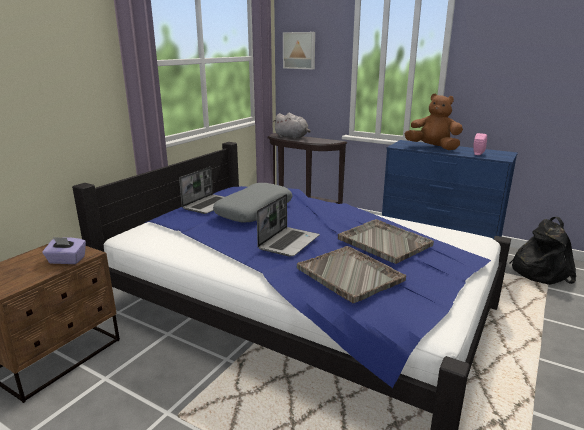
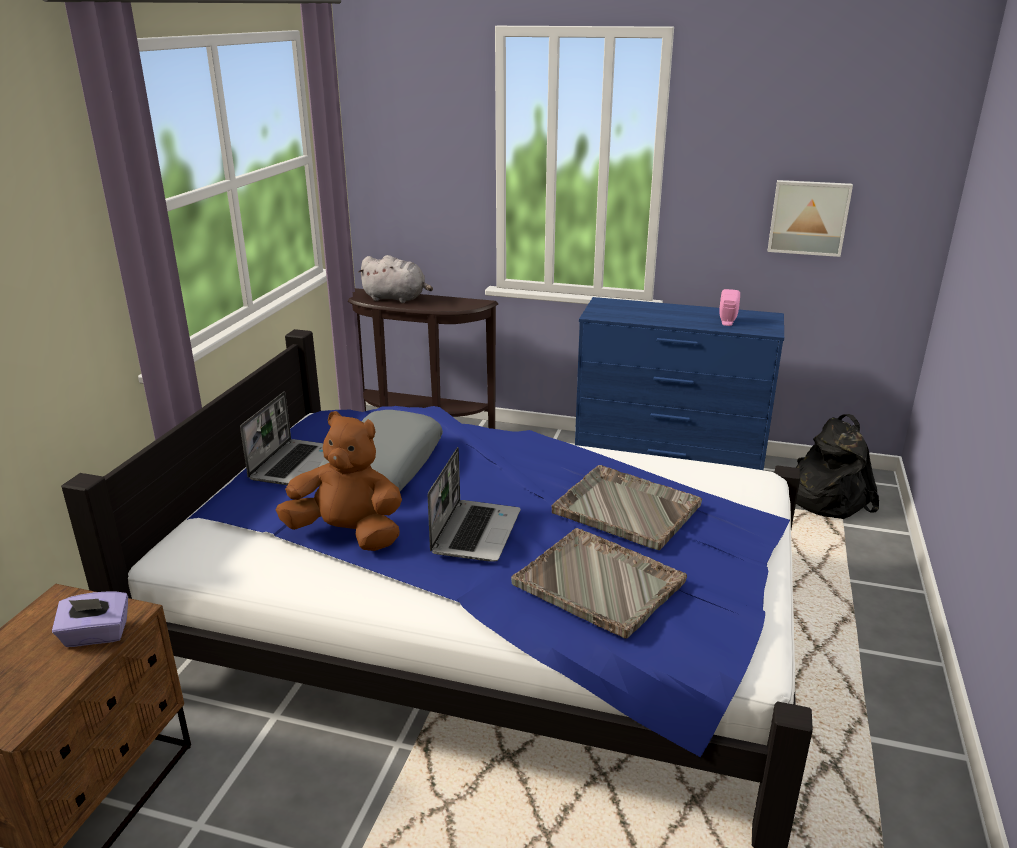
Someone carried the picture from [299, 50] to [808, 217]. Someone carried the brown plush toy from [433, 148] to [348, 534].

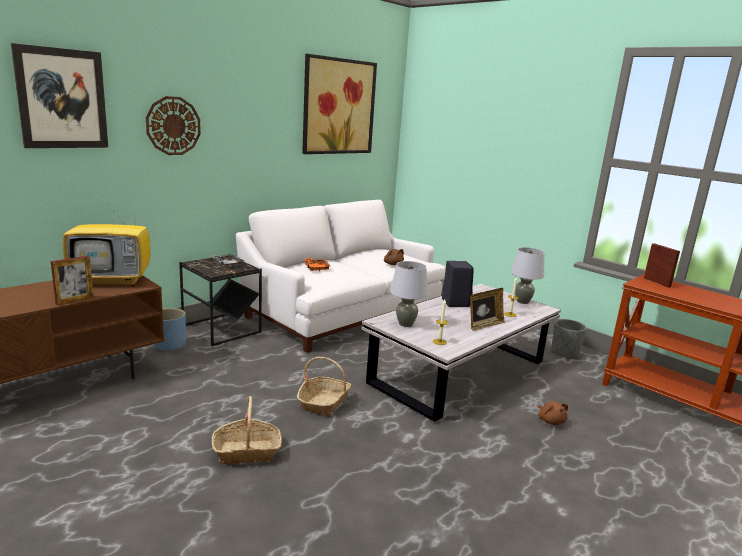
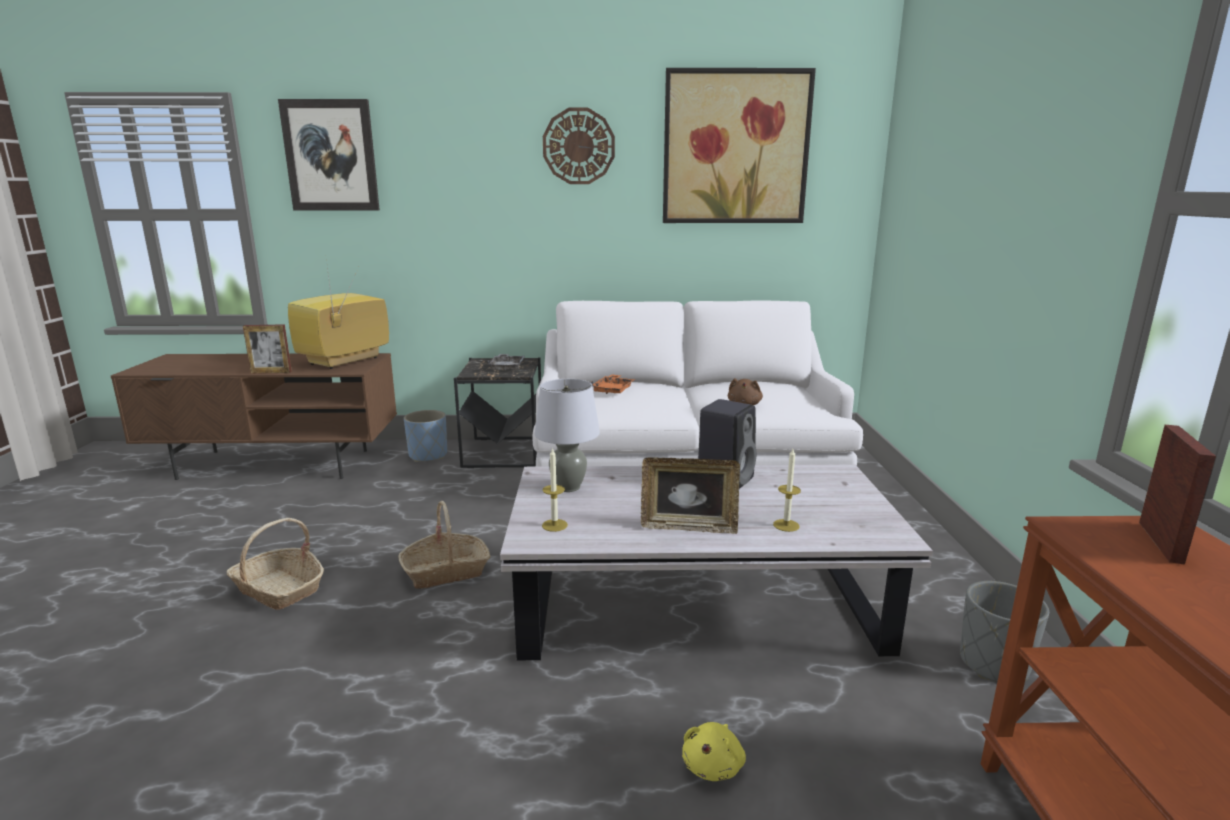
Someone rotated the television at [113, 280] by 90 degrees clockwise. Someone carried the wall clock from [173, 126] to [578, 146]. Someone took away the grey table lamp at [522, 302]. Someone repainted the brown plush toy at [550, 421], which became the yellow plush toy at [713, 765].

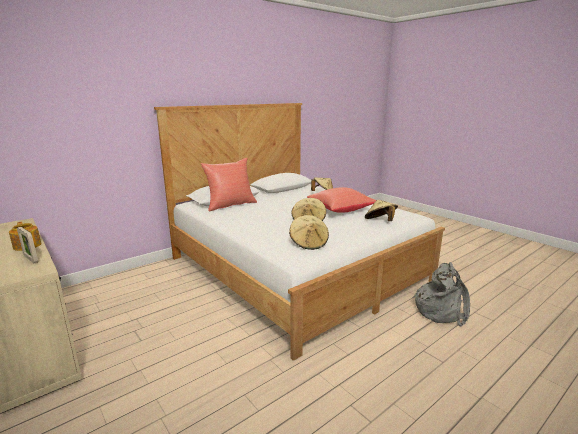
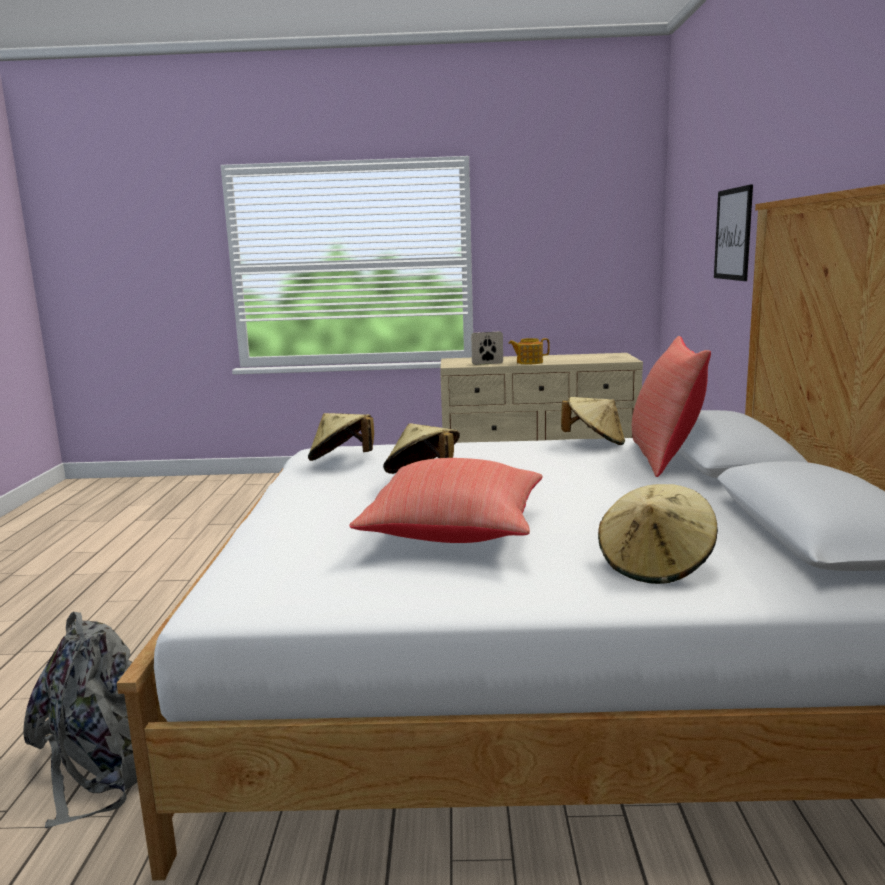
Someone carried the beige hat from [380, 222] to [595, 442]. Someone put up the picture at [733, 234].

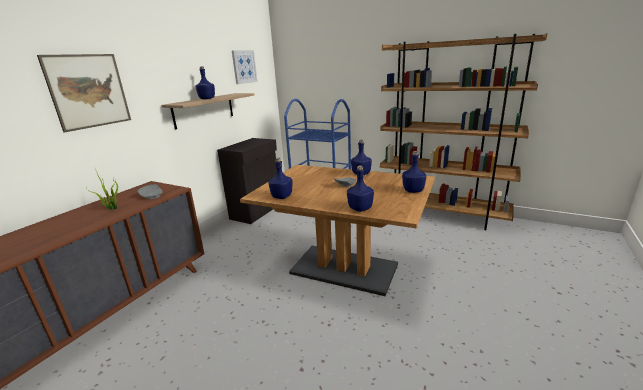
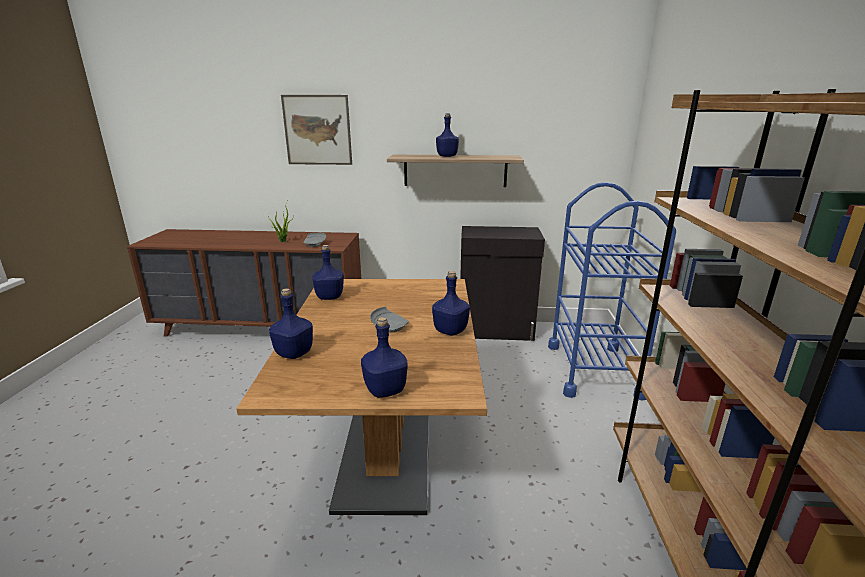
Someone took away the picture at [244, 67].

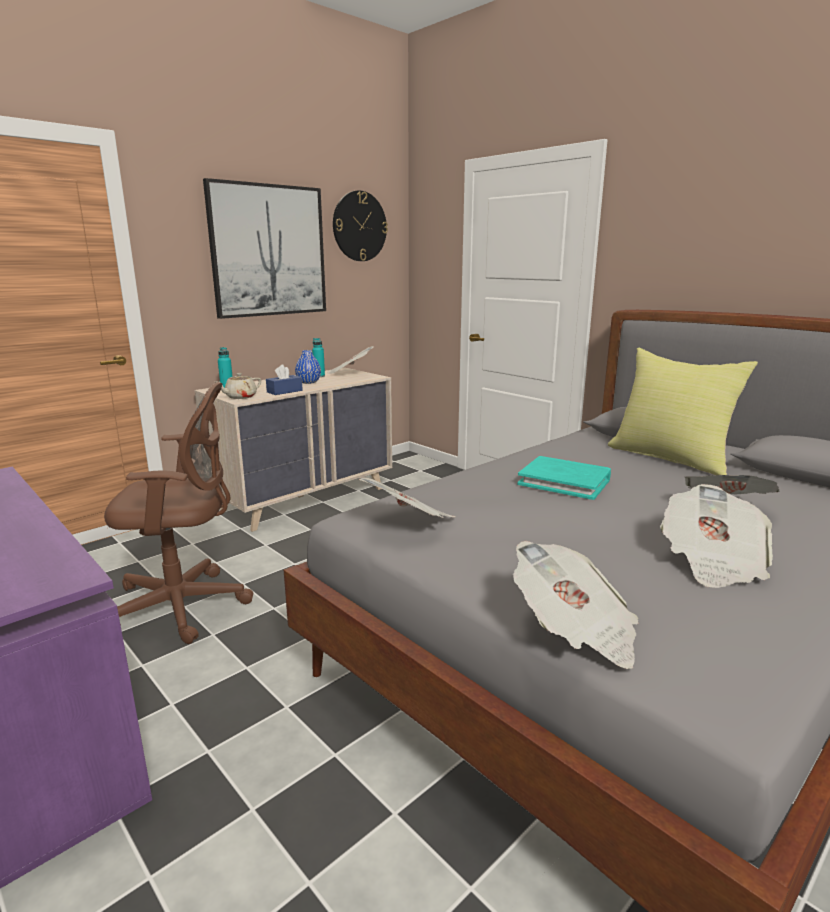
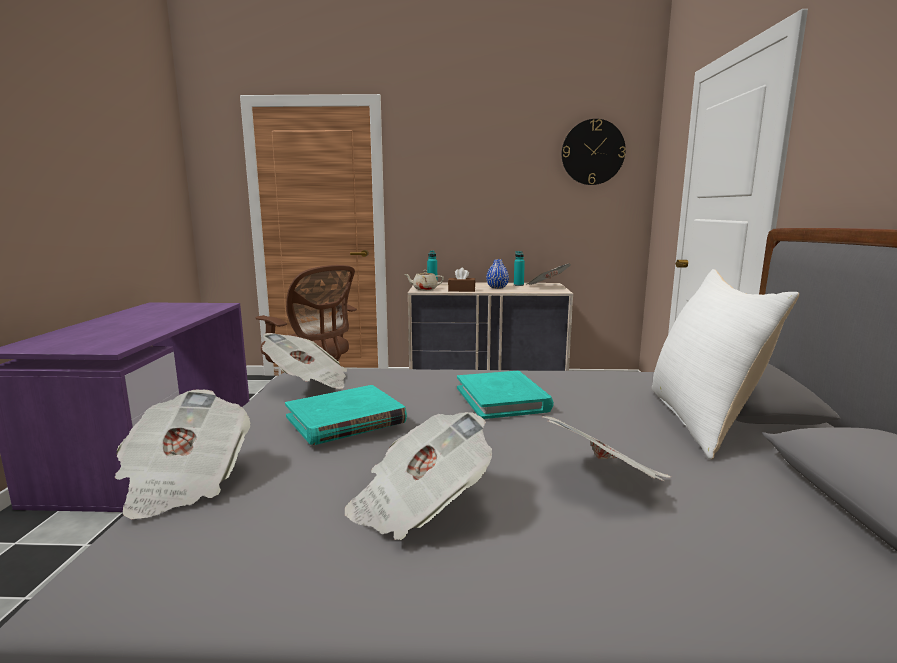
Someone took away the picture at [268, 251]. Someone repainted the blue tissue box at [284, 391], which became the brown tissue box at [461, 290]. Someone repainted the yellow pillow at [670, 458], which became the white pillow at [702, 421]. Someone put down the turquoise book at [345, 419].

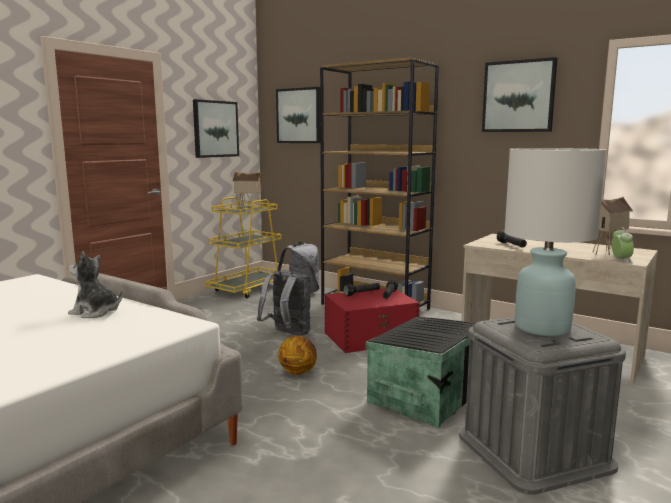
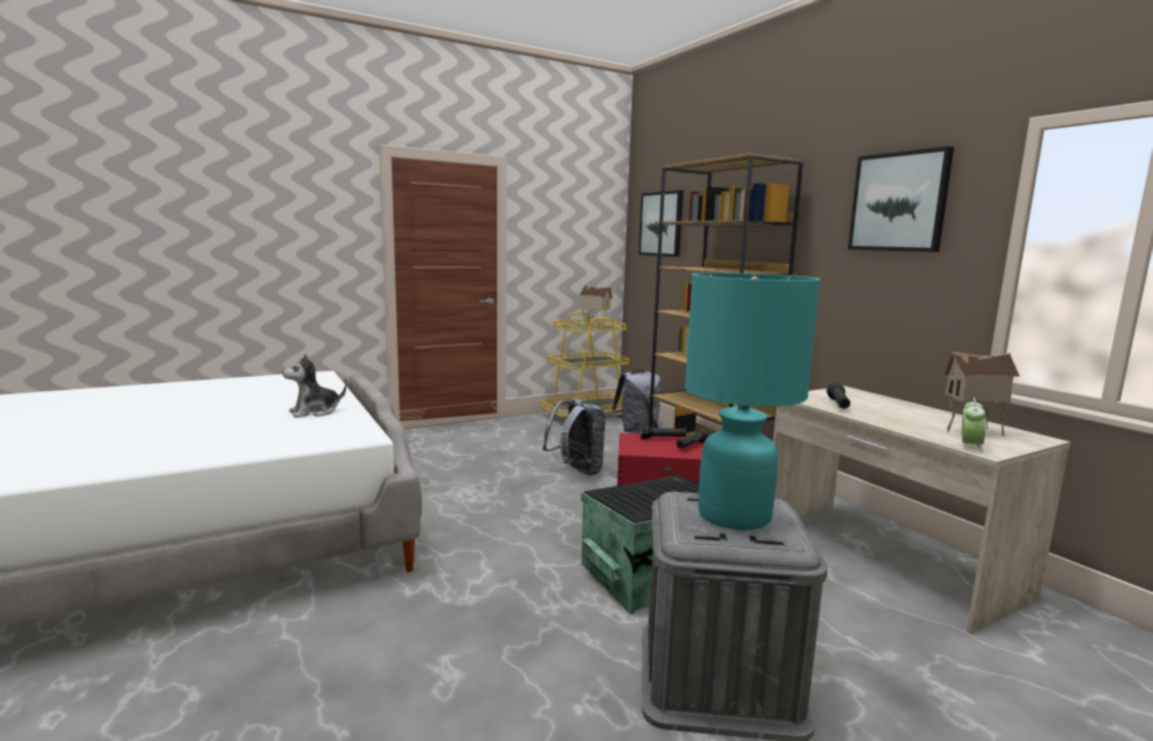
Someone rotated the plush toy at [95, 312] by 75 degrees counterclockwise. Someone took away the picture at [215, 129]. Someone took away the basketball at [298, 372]. Someone repainted the white table lamp at [542, 328], which became the turquoise table lamp at [735, 516].

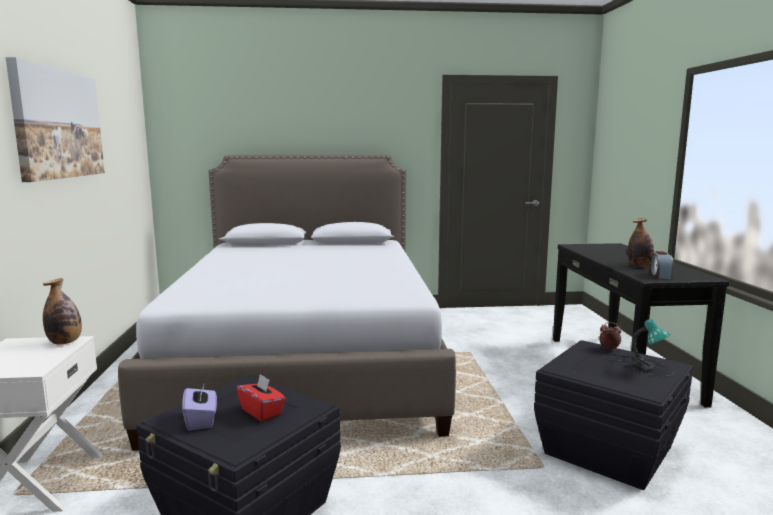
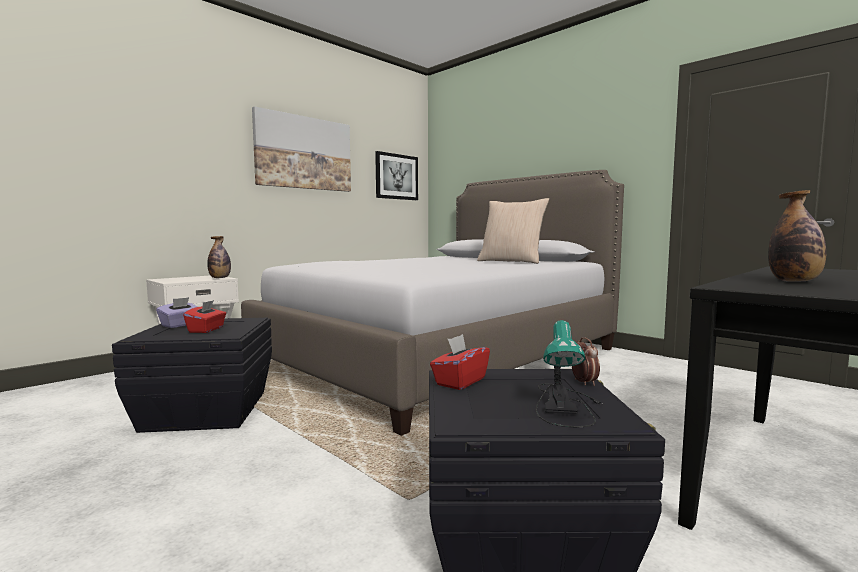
Someone took away the alarm clock at [660, 275]. Someone put up the picture at [396, 177]. Someone put down the red tissue box at [460, 381]. Someone put down the beige pillow at [511, 261].

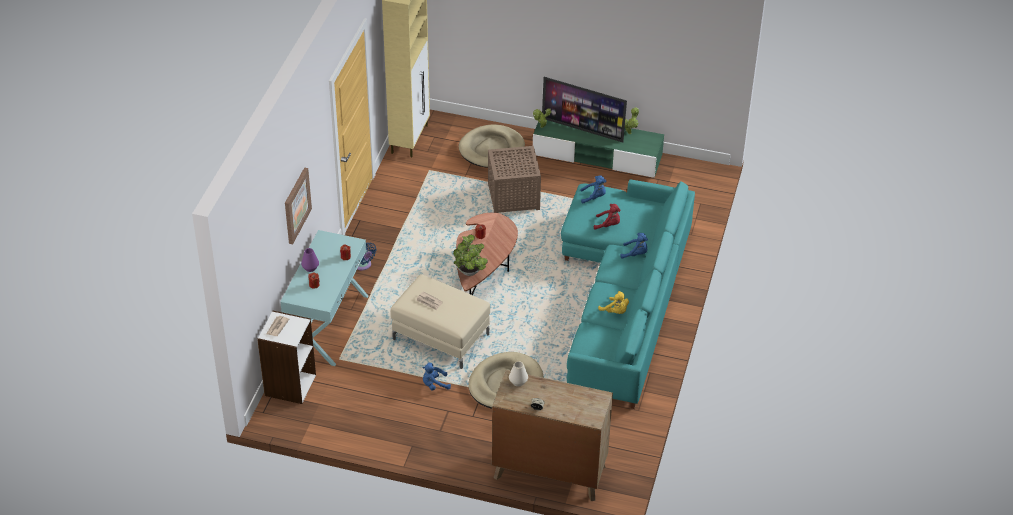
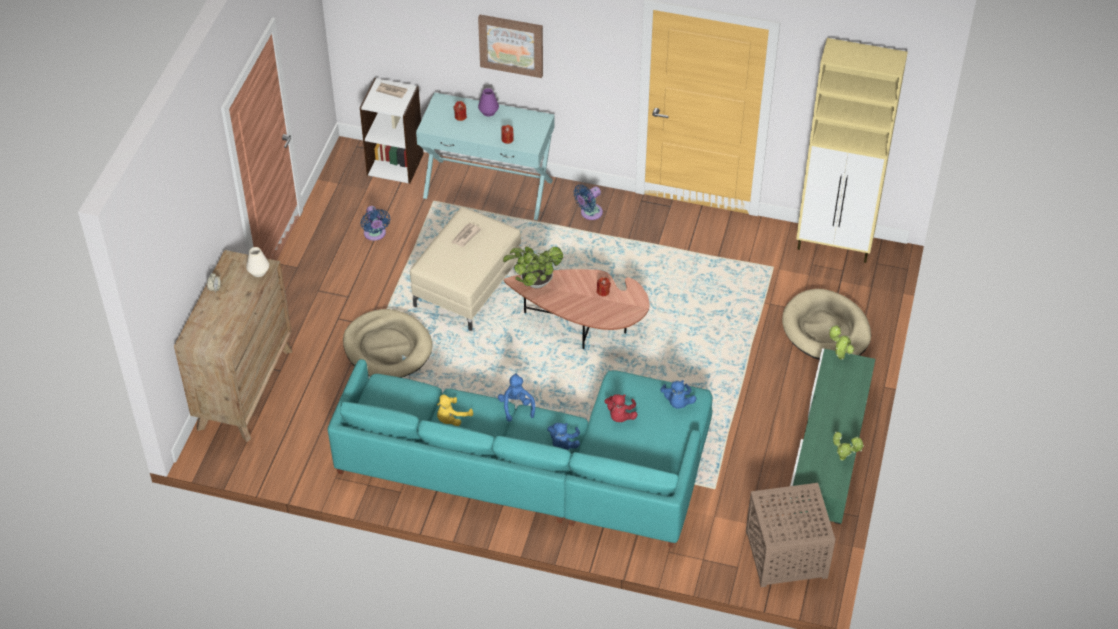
Someone carried the blue plush toy from [434, 385] to [516, 406]. Someone carried the brown side table from [514, 196] to [787, 555]. Someone took away the television at [583, 129]. Someone put down the blue fan at [375, 234].

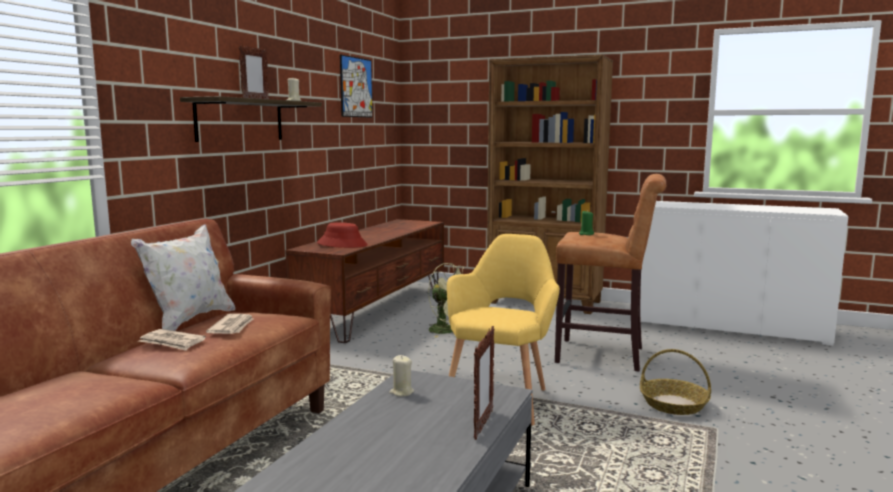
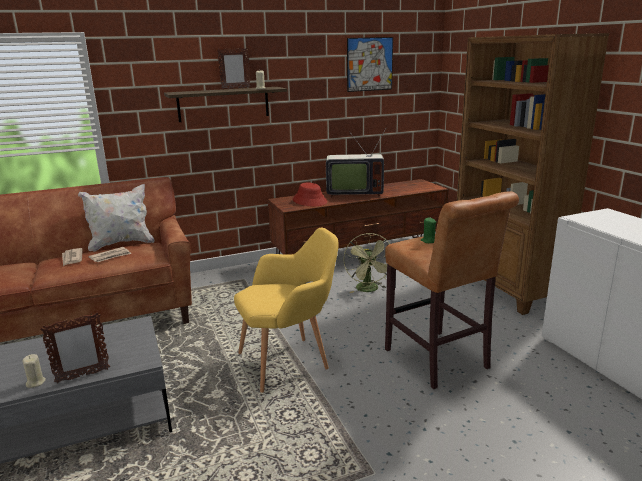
Someone carried the beige candle from [401, 392] to [35, 382]. Someone took away the basket at [673, 404]. Someone put down the television at [353, 193].

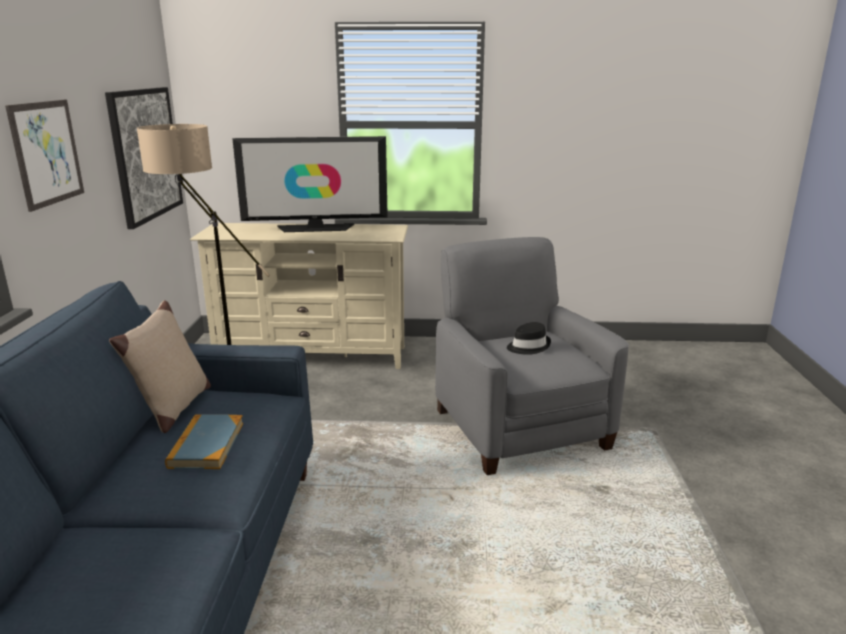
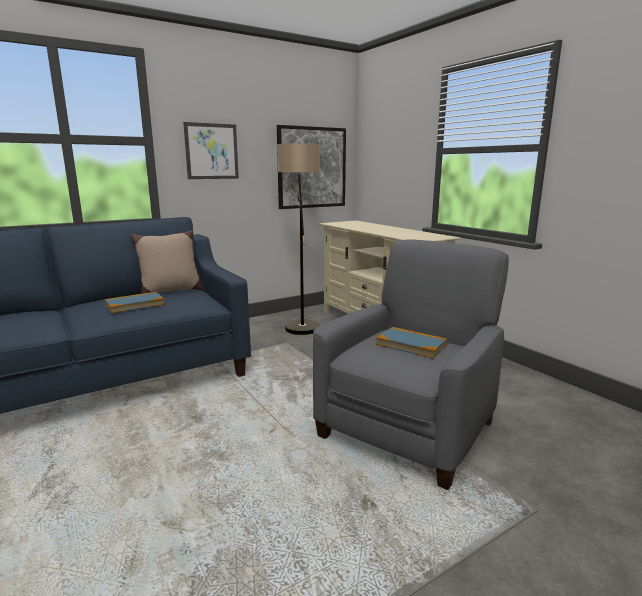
Someone took away the television at [315, 228]. Someone swapped the black hat at [528, 346] for the book at [411, 345].

